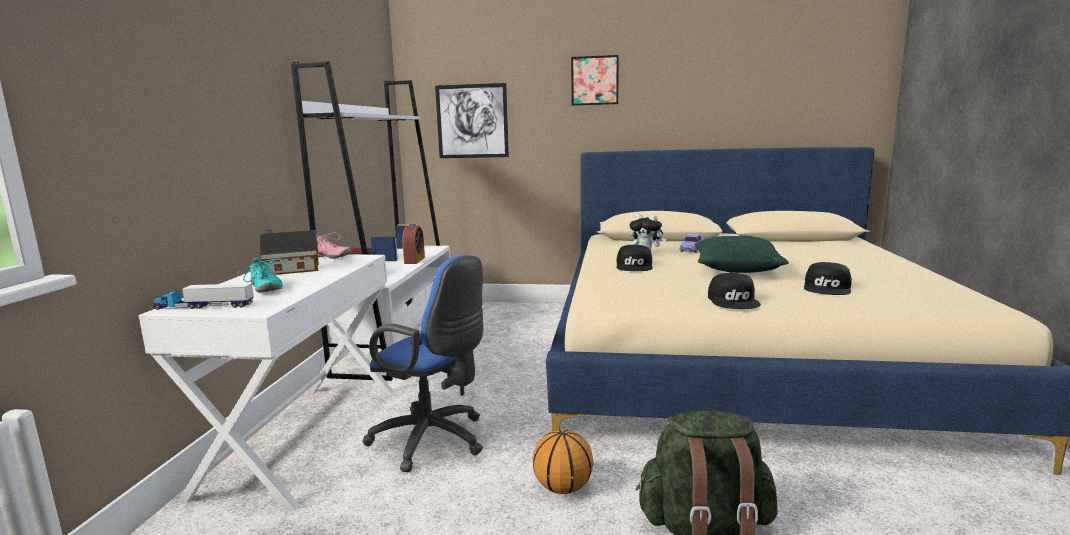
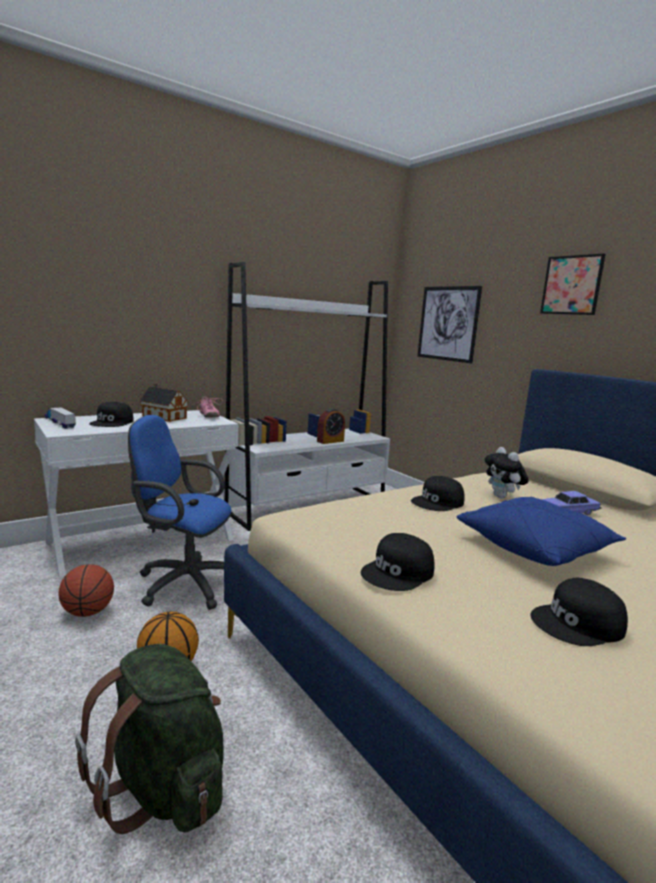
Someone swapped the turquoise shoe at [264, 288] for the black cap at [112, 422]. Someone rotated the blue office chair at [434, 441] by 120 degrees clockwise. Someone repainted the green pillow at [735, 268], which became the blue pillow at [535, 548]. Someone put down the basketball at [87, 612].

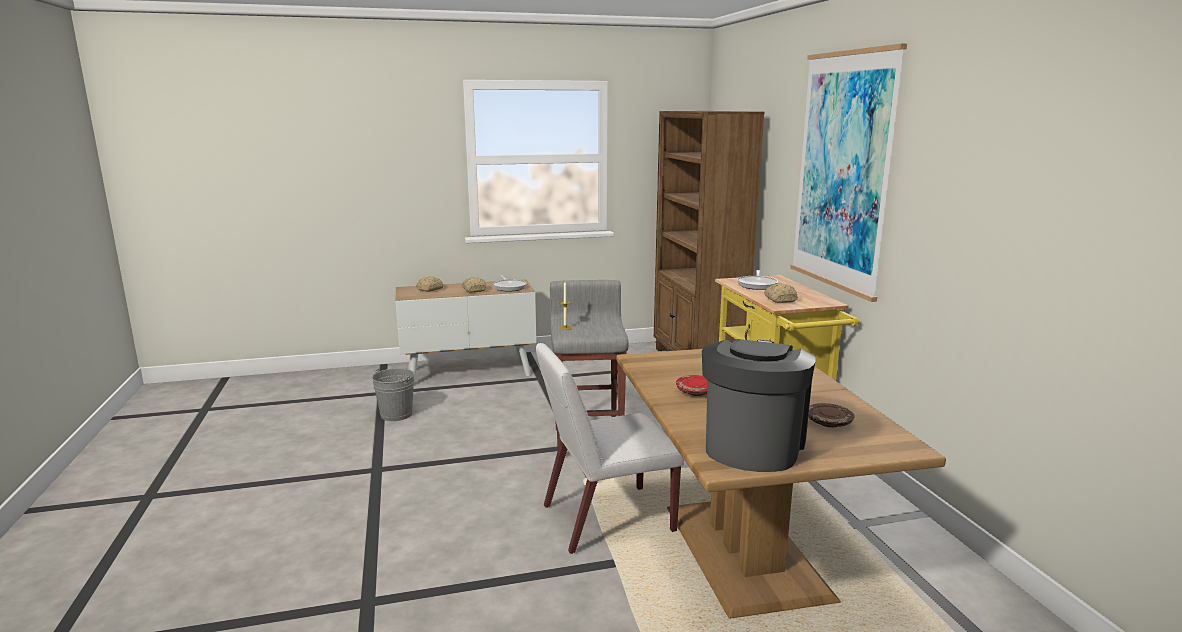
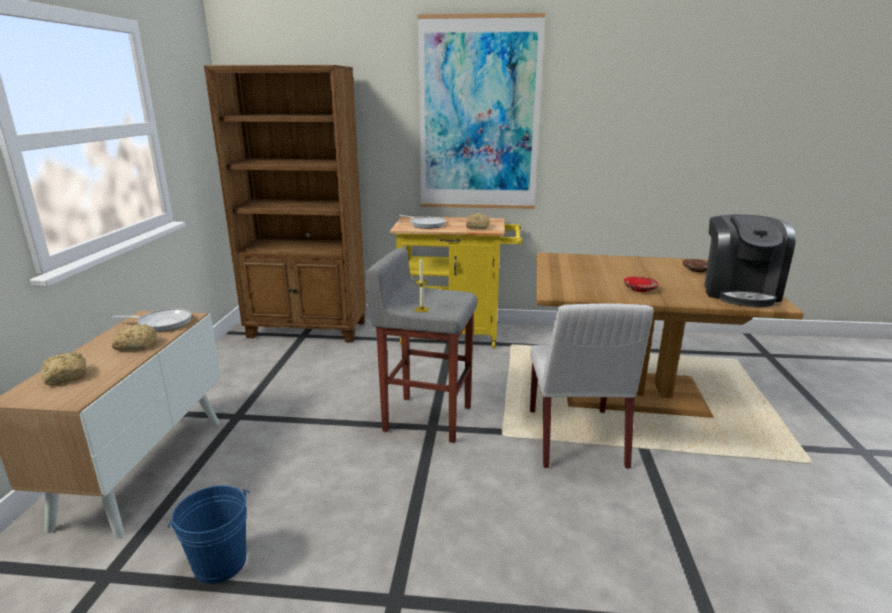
Someone repainted the grey bucket at [396, 414], which became the blue bucket at [220, 563]. Someone rotated the coffee machine at [752, 445] by 120 degrees counterclockwise.

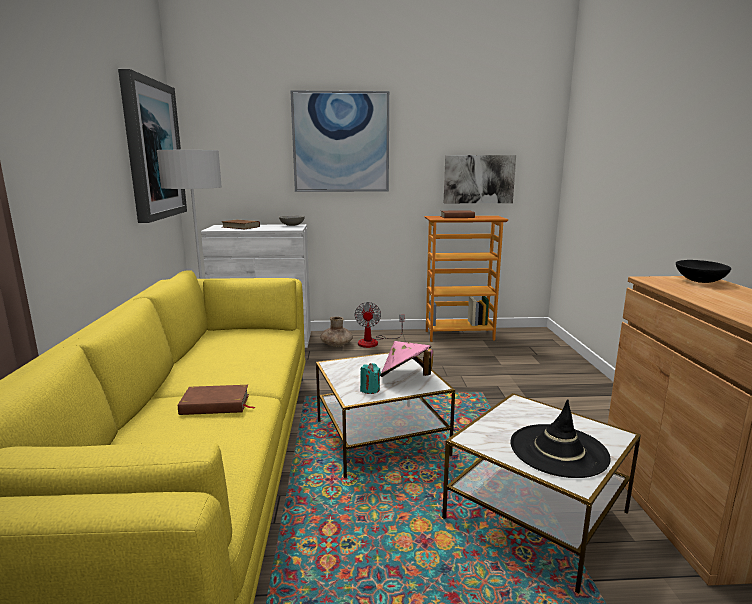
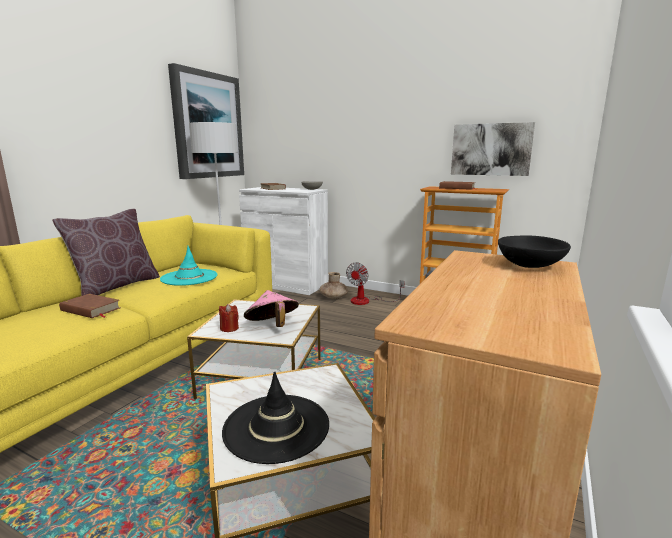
Someone took away the picture at [341, 142]. Someone repainted the turquoise candle at [370, 389], which became the red candle at [229, 328]. Someone put down the brown pillow at [116, 286]. Someone put down the turquoise hat at [189, 277].

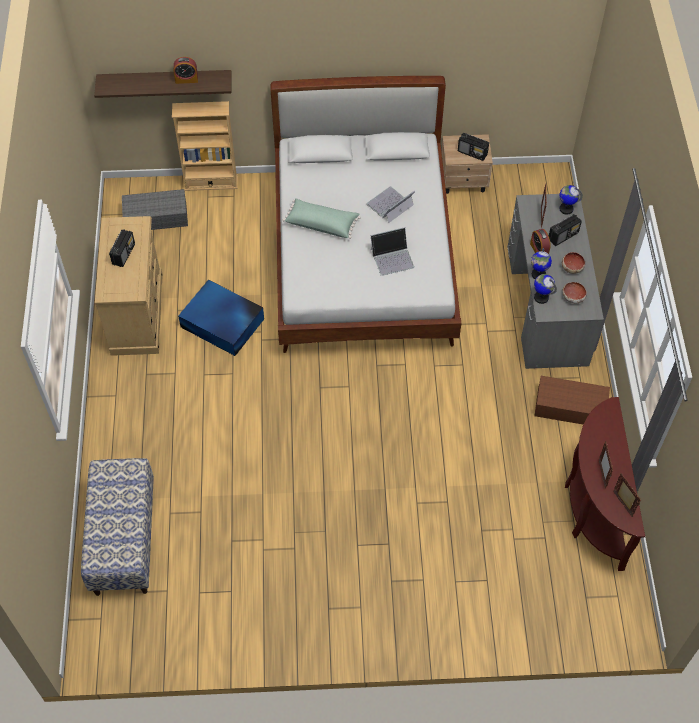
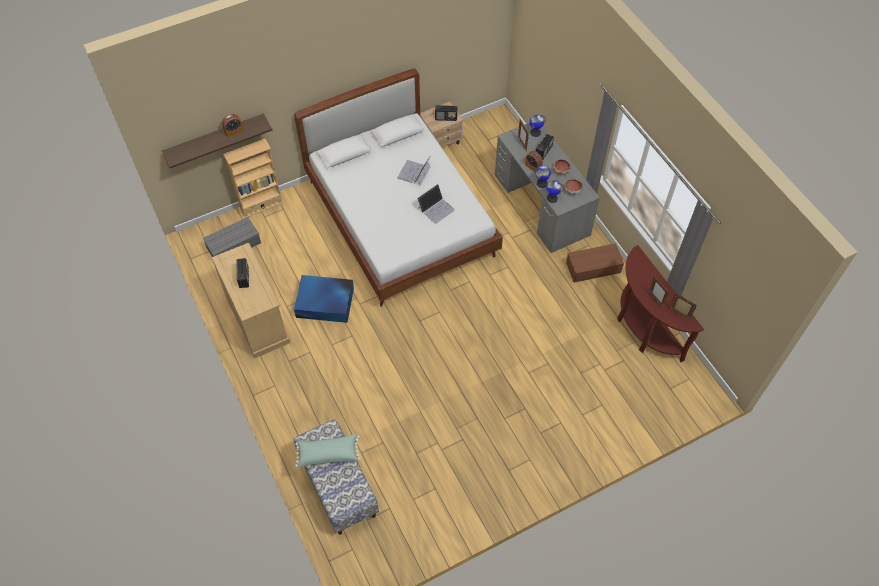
Someone carried the green pillow from [322, 223] to [328, 453].

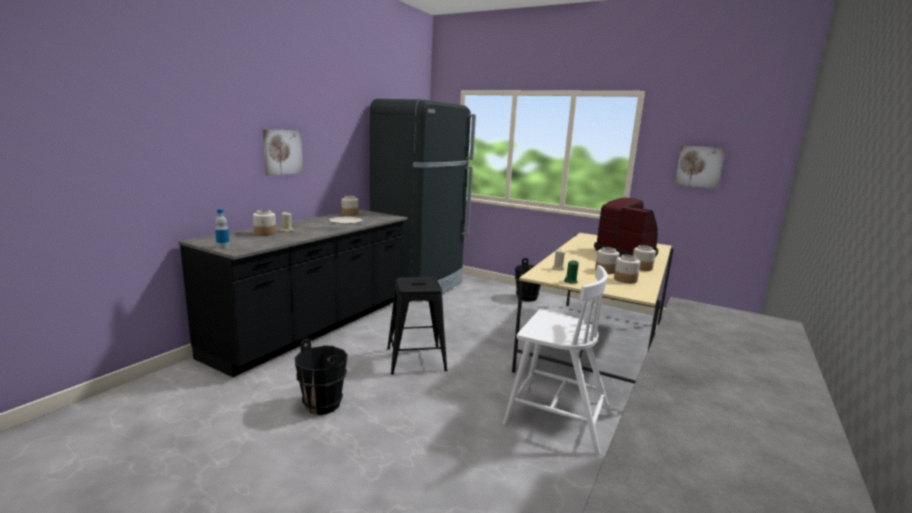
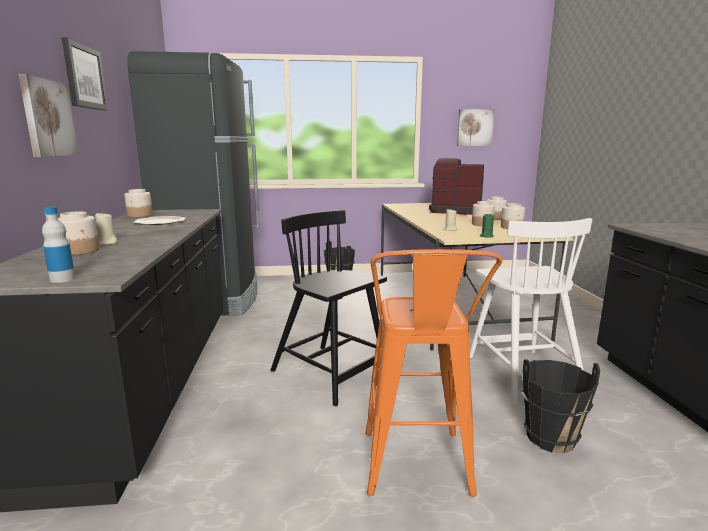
Someone carried the black bucket from [323, 404] to [550, 437]. Someone swapped the black stool at [415, 359] for the black chair at [330, 374]. Someone rotated the white chair at [556, 418] by 90 degrees clockwise. Someone put up the picture at [84, 77]. Someone put down the orange stool at [416, 472].

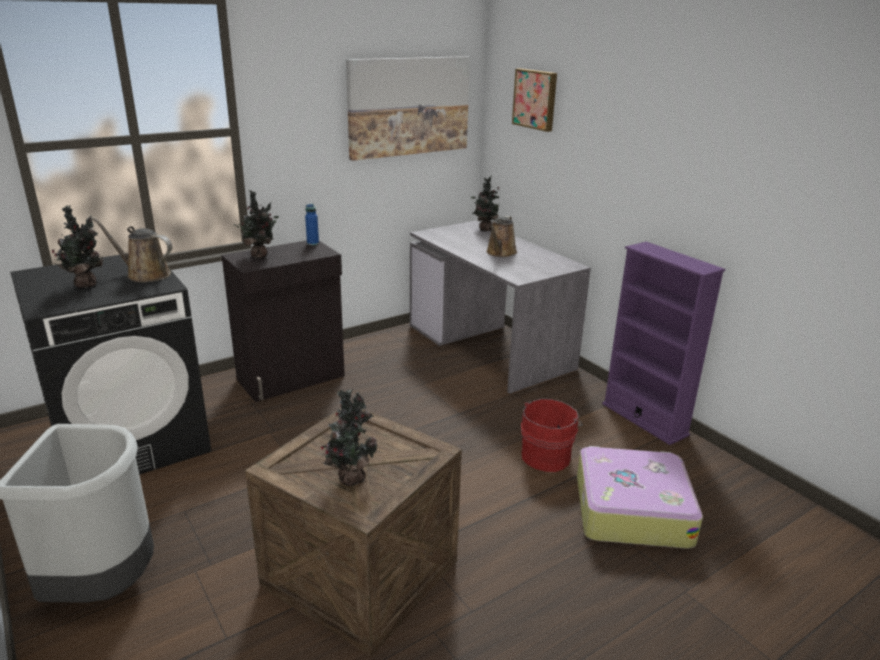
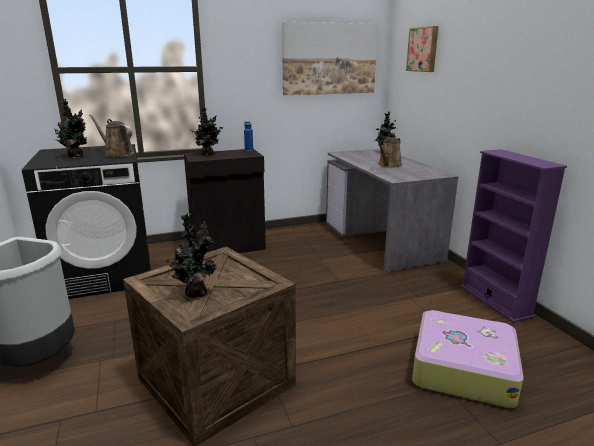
Someone took away the red bucket at [547, 455].

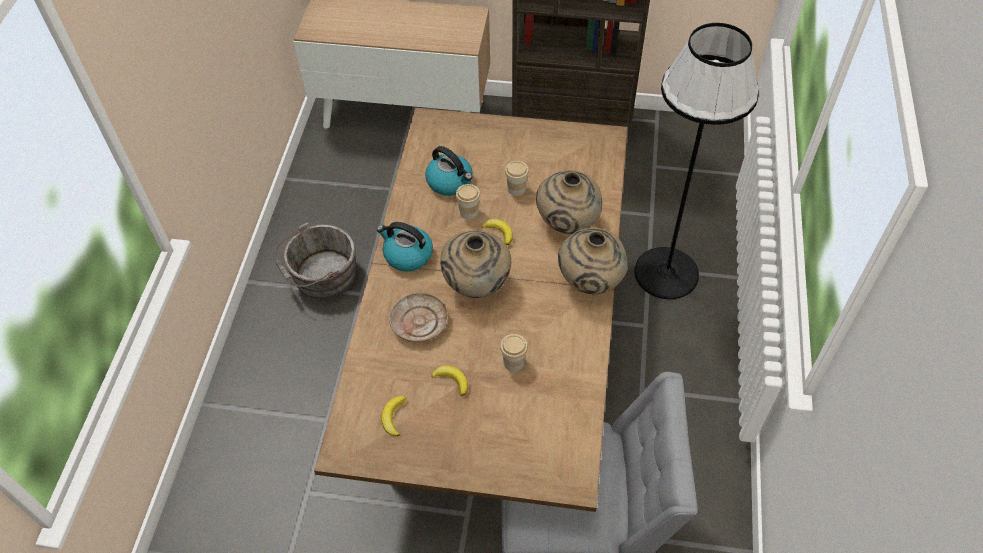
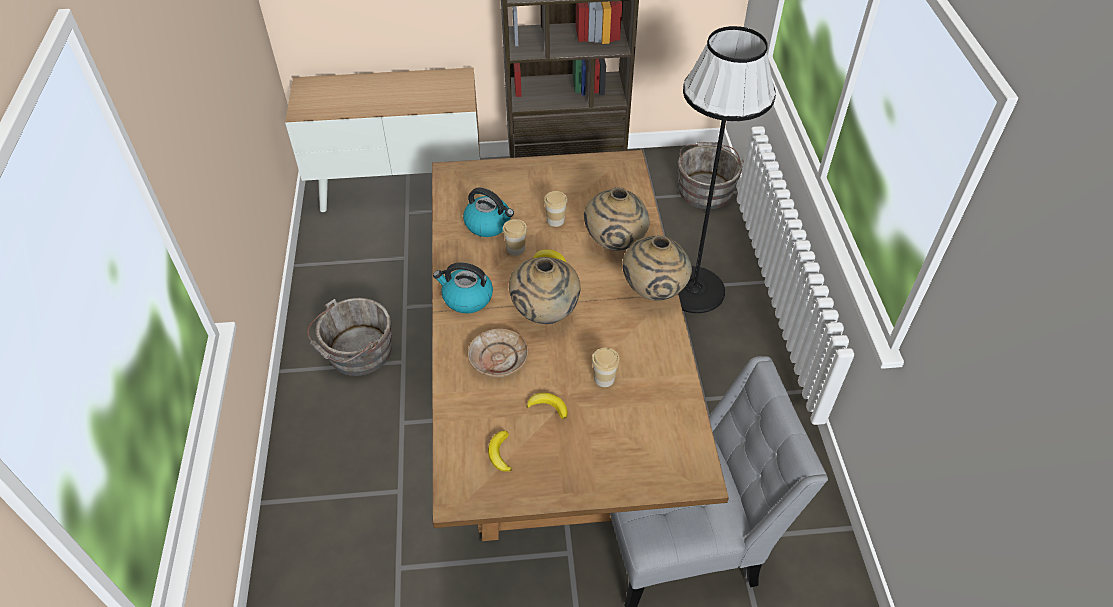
Someone put down the grey bucket at [705, 189].

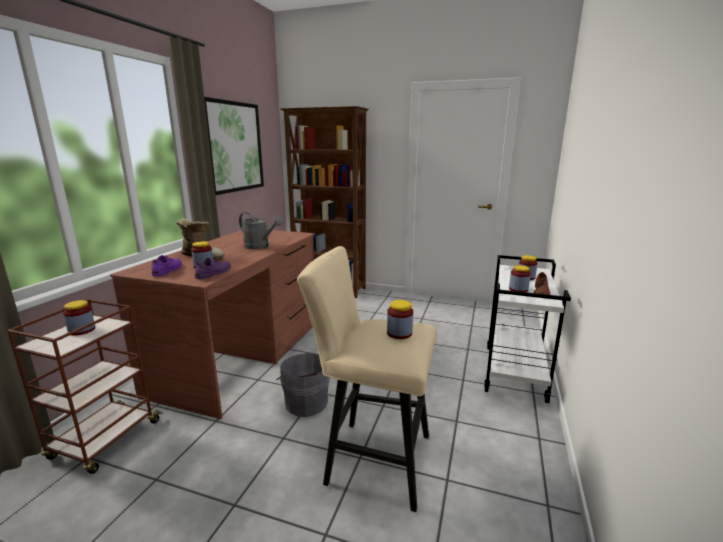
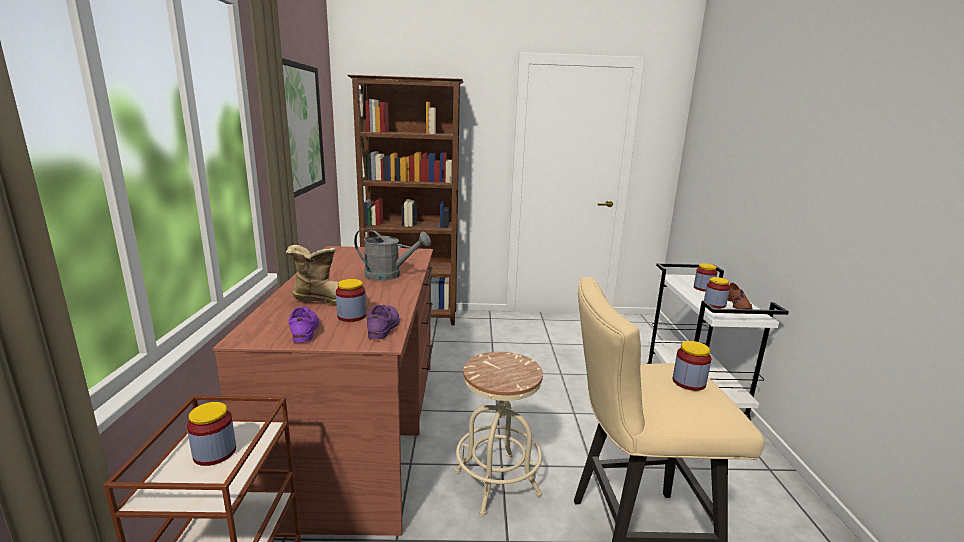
Someone swapped the grey bucket at [305, 402] for the beige stool at [497, 483].

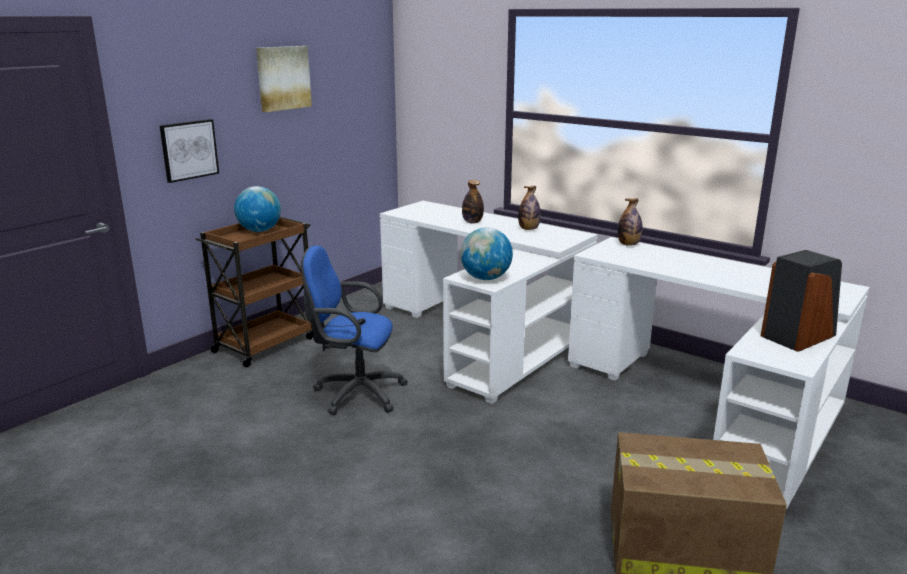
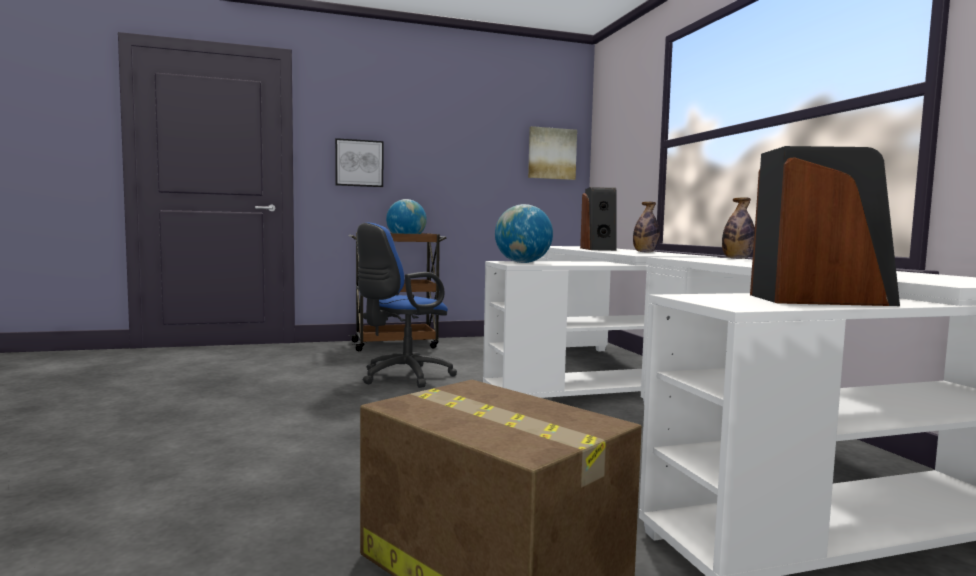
Someone carried the picture from [283, 78] to [551, 153]. Someone rotated the blue office chair at [355, 393] by 90 degrees counterclockwise. Someone swapped the bottle at [472, 222] for the speaker at [599, 249].

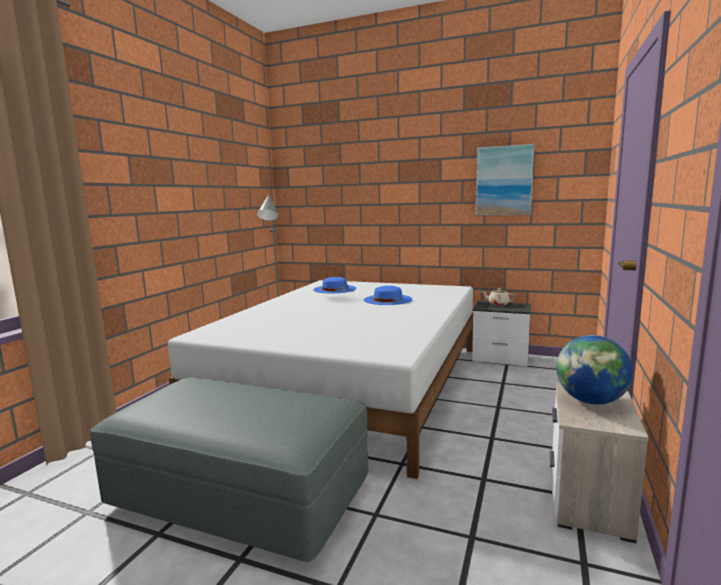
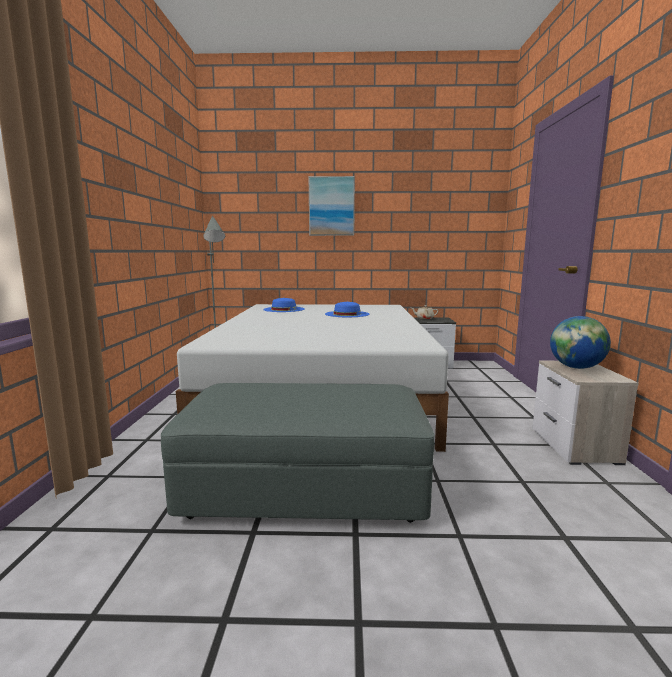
Someone carried the picture from [504, 180] to [331, 206].

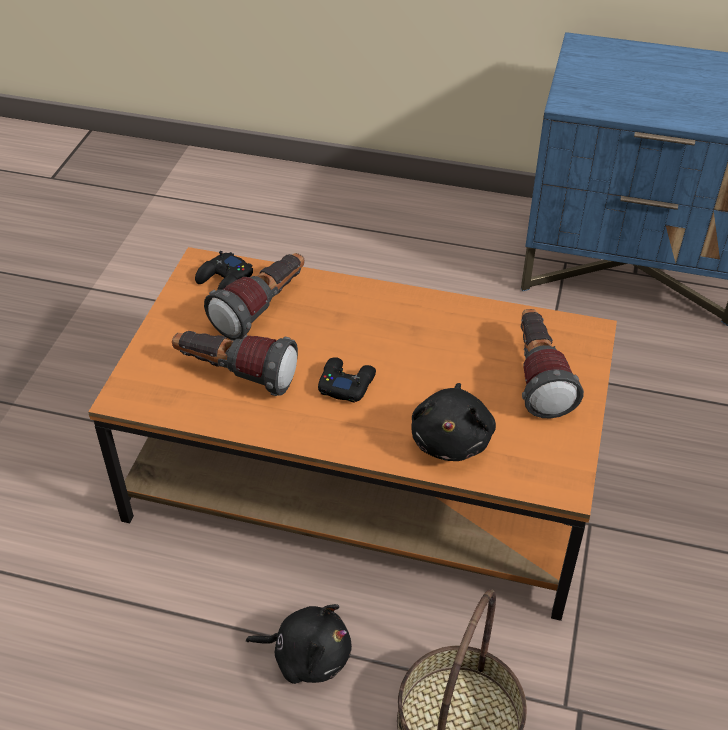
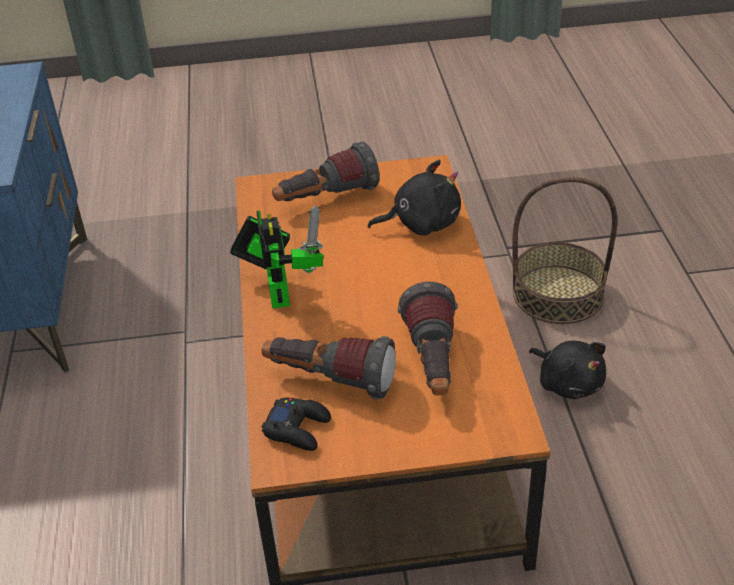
Someone rotated the black plush toy at [307, 655] by 150 degrees clockwise. Someone took away the black game controller at [346, 384]. Someone put down the toy robot at [278, 291].

